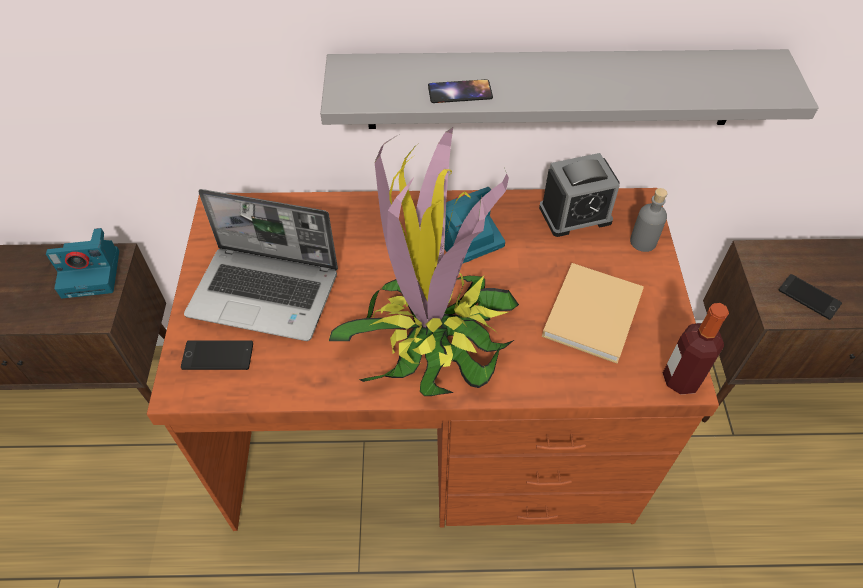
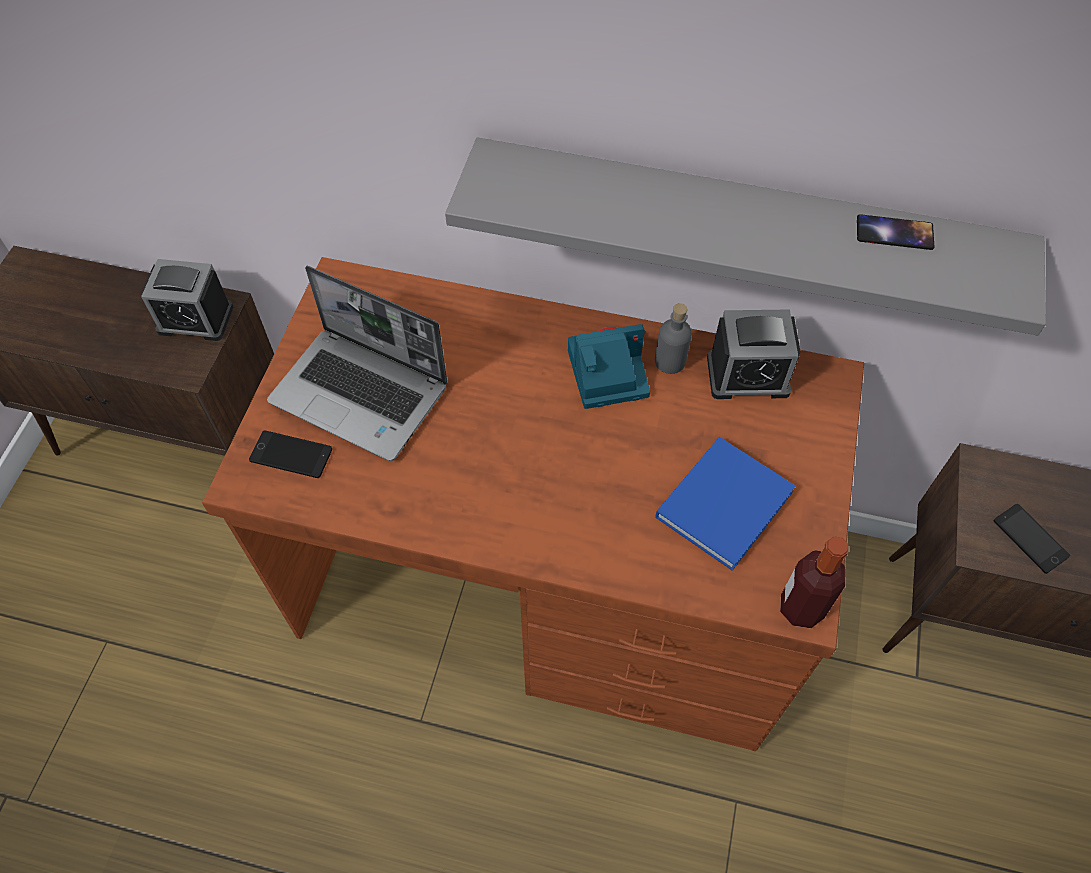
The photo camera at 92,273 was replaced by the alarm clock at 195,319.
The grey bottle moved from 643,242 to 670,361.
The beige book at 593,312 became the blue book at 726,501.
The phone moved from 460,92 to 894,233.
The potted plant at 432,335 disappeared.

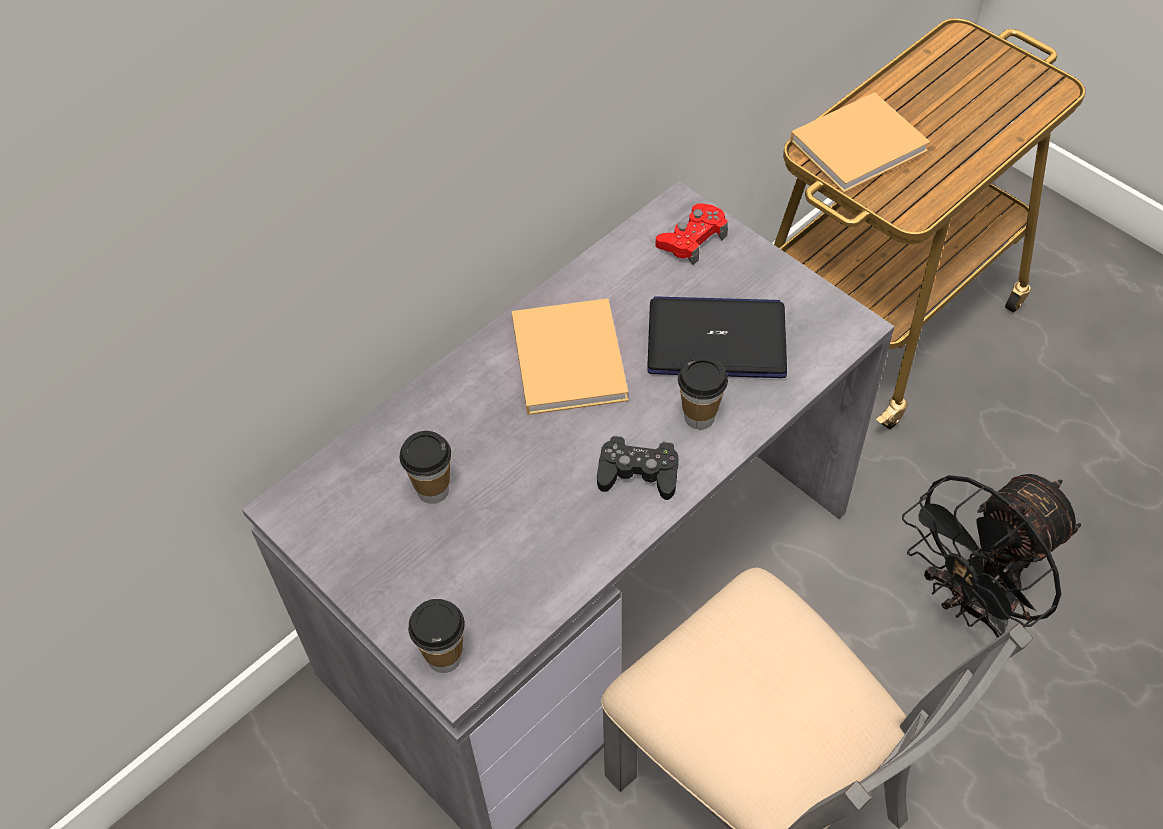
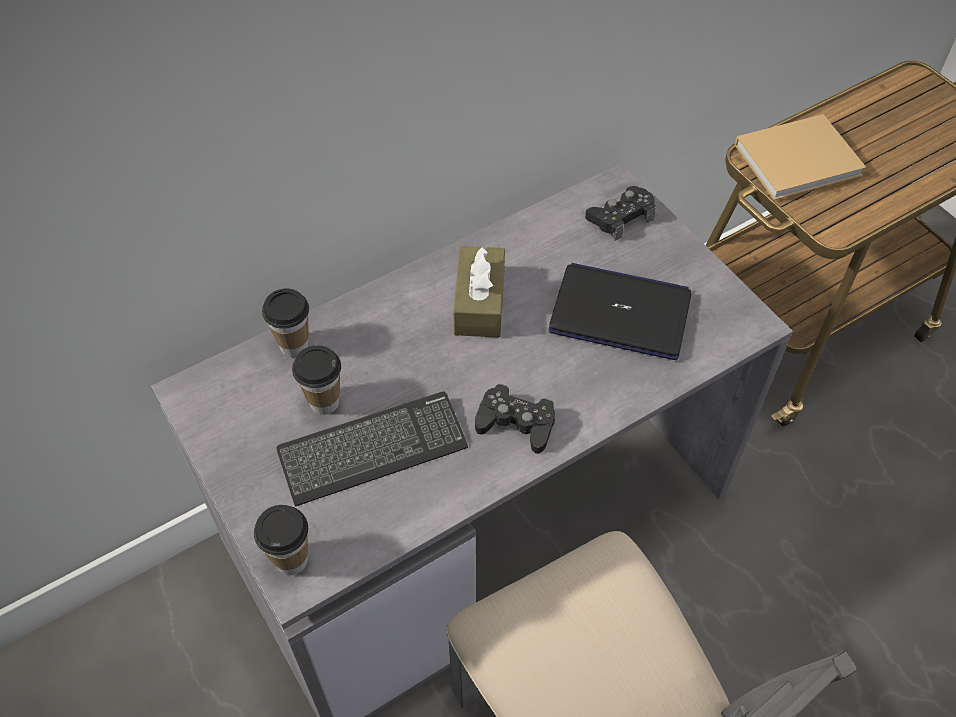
The cup moved from 699,417 to 294,345.
The keyboard at 373,450 appeared.
The beige book at 568,356 was replaced by the brown tissue box at 479,303.
The red game controller at 692,239 became the black game controller at 620,217.
The black fan at 971,605 disappeared.

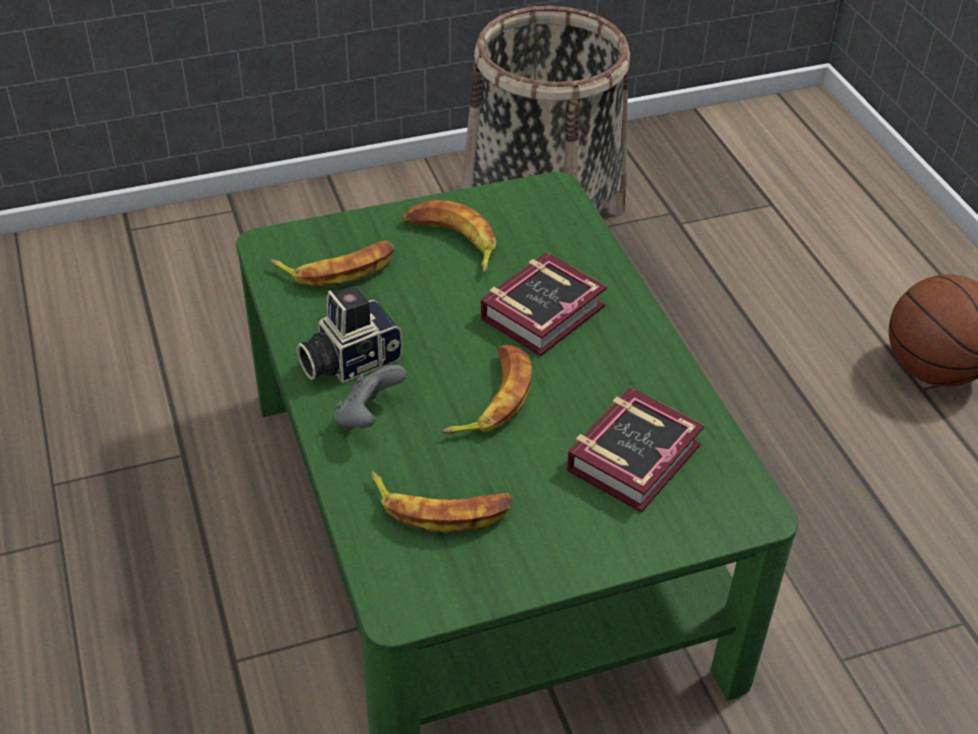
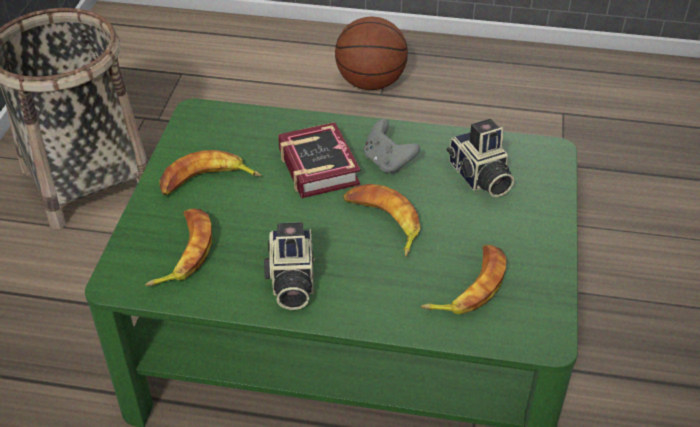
The grey game controller moved from 368,417 to 388,162.
The book at 639,456 was replaced by the photo camera at 479,178.

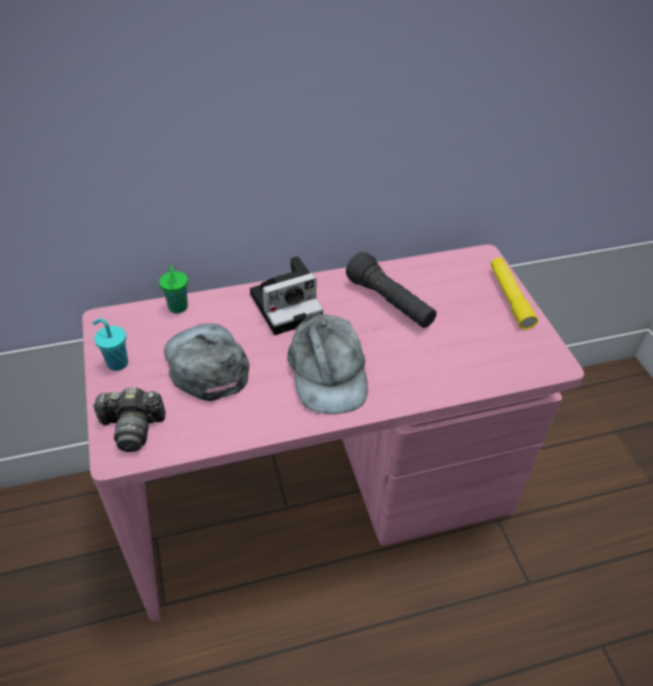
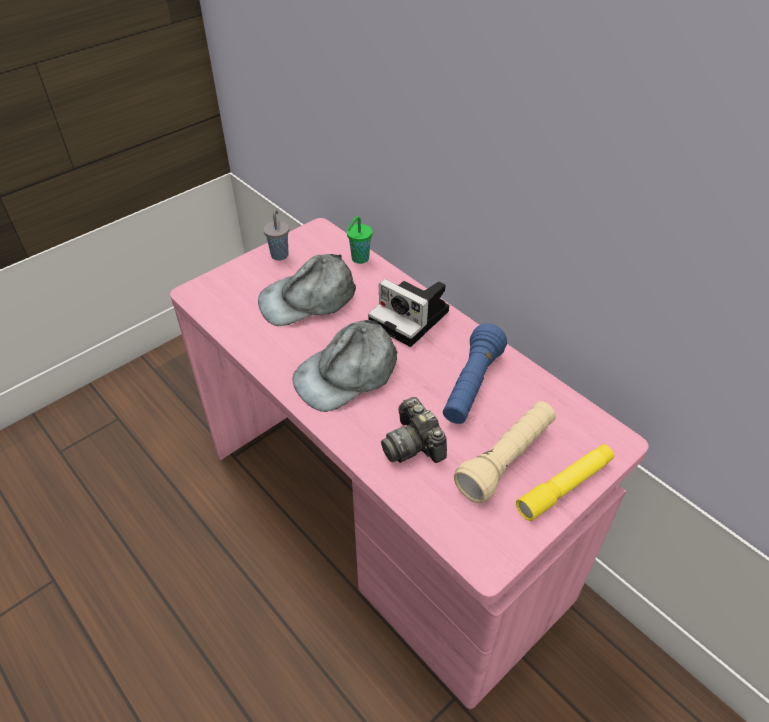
The grey cap at 206,364 turned 150 degrees counterclockwise.
The turquoise cup at 116,363 became the grey cup at 280,254.
The photo camera moved from 132,427 to 413,444.
The black flashlight at 390,303 became the blue flashlight at 471,386.
The beige flashlight at 506,459 appeared.

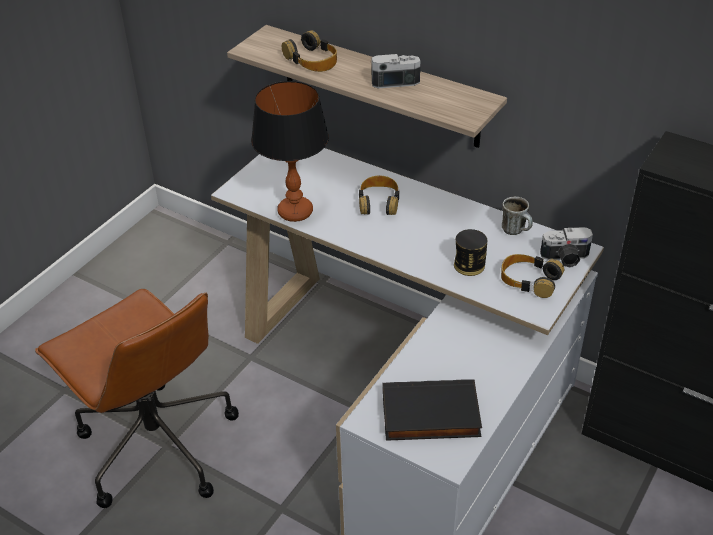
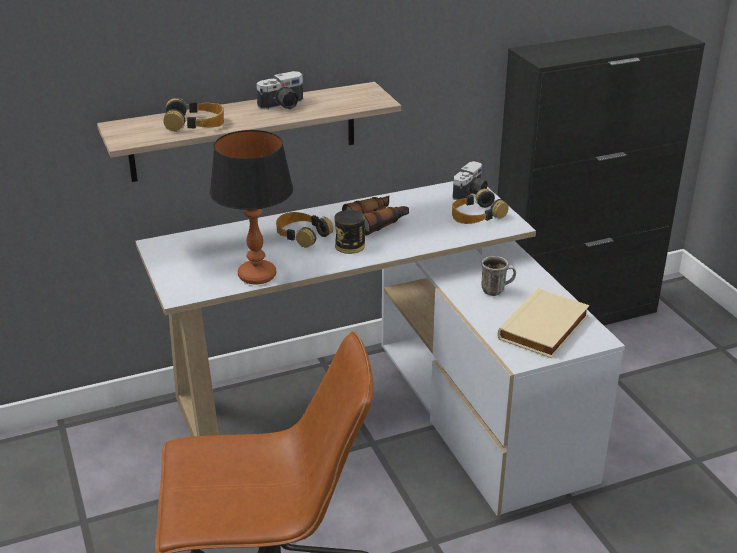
The photo camera at 394,79 turned 150 degrees counterclockwise.
The can moved from 469,265 to 350,245.
The binoculars at 377,221 appeared.
The mug moved from 516,231 to 496,290.
The black book at 430,416 became the beige book at 545,328.

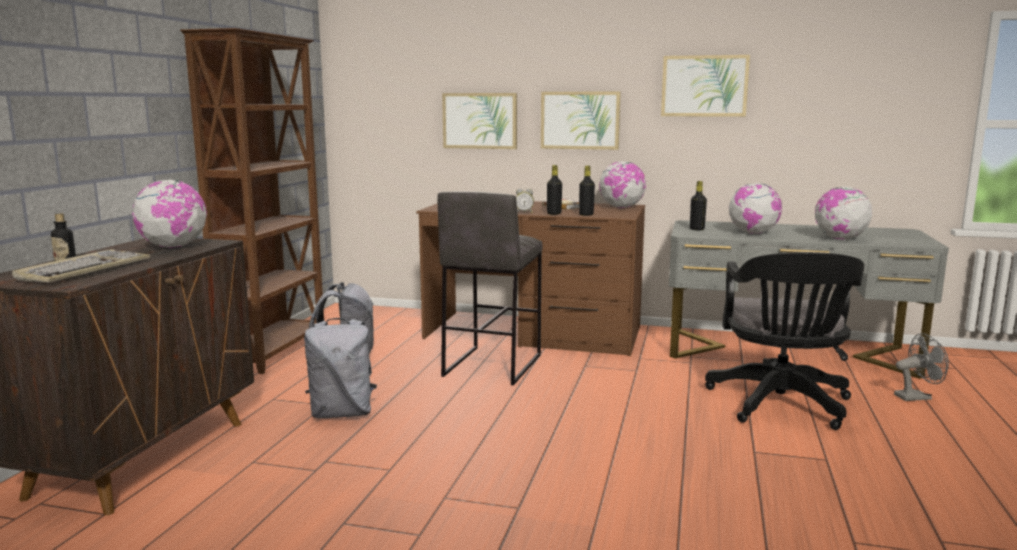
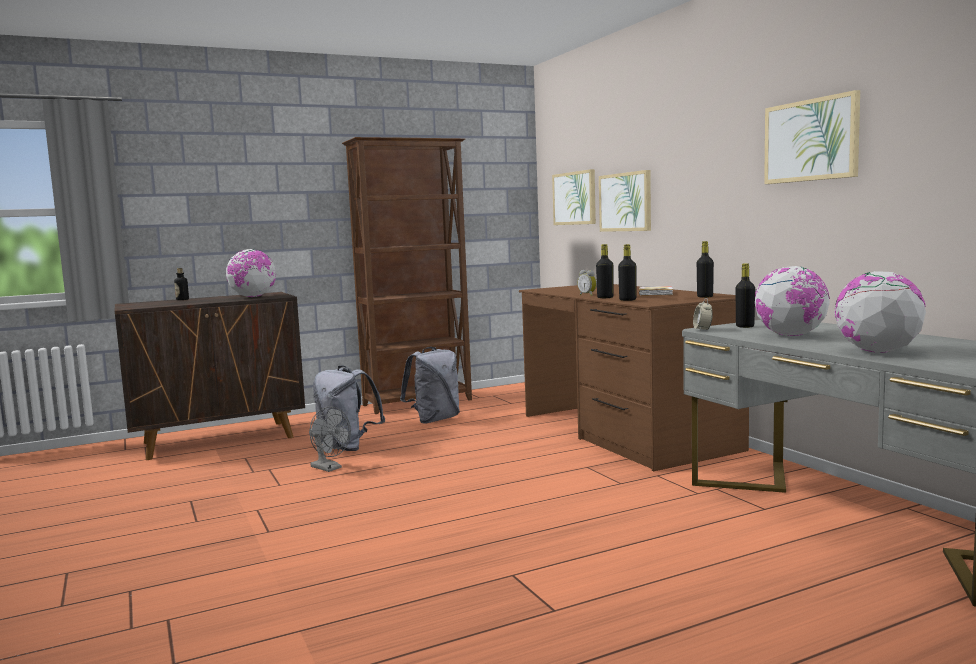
The grey fan moved from 917,397 to 329,468.
The picture moved from 580,120 to 574,198.
The alarm clock at 702,330 appeared.
The globe at 621,207 was replaced by the black bottle at 705,297.
The keyboard at 84,270 disappeared.
The grey stool at 491,365 disappeared.
The black office chair at 781,405 disappeared.

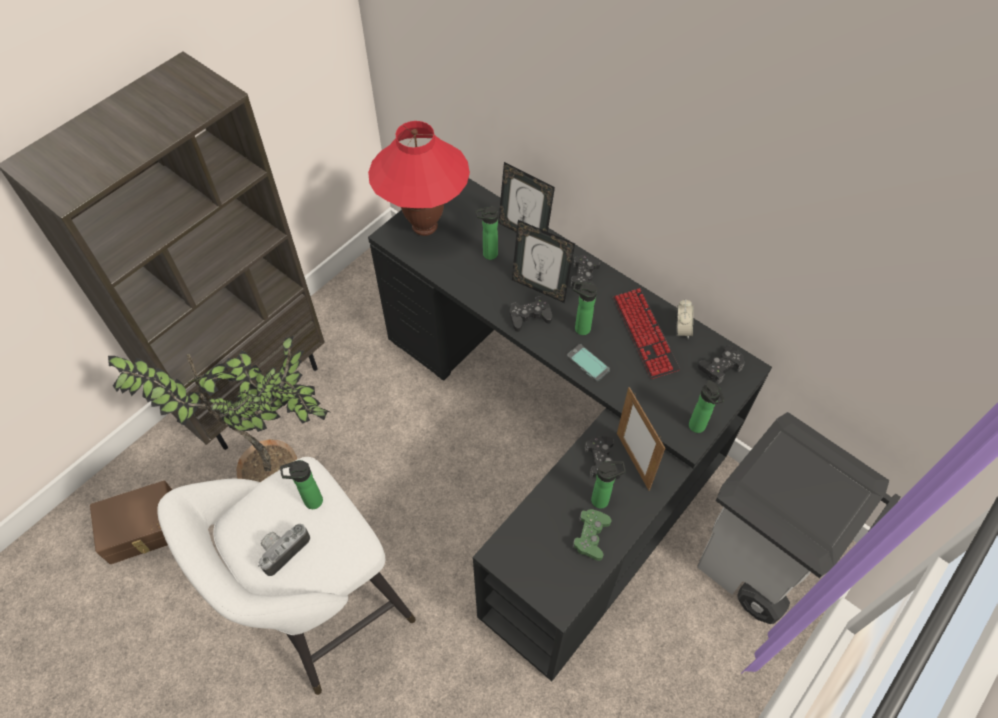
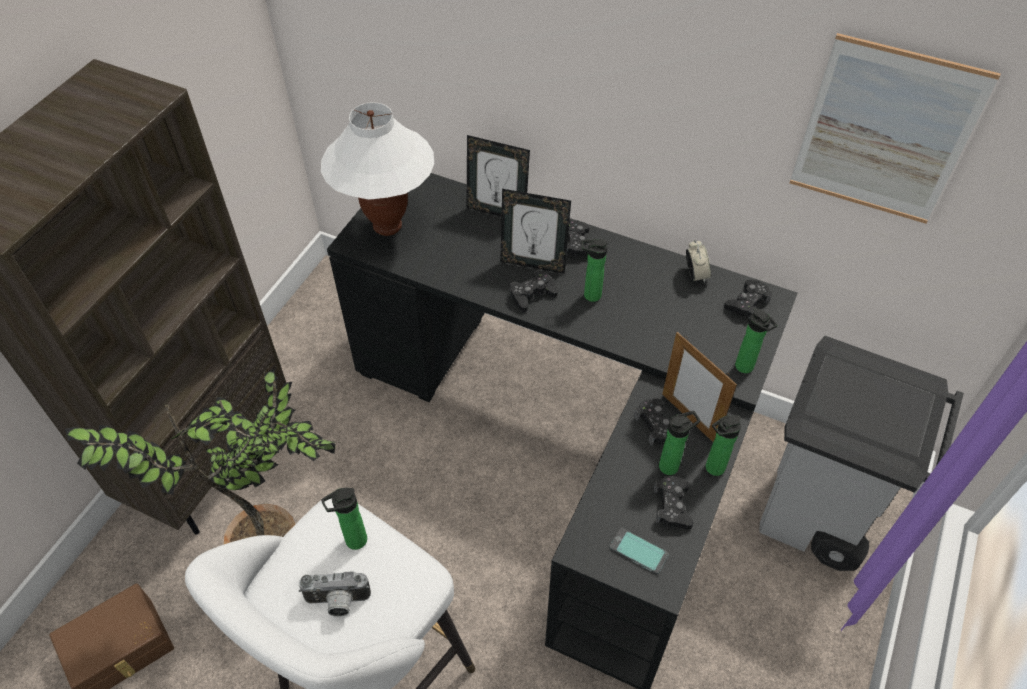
The photo camera at 283,550 turned 120 degrees counterclockwise.
The red table lamp at 425,227 became the white table lamp at 388,226.
The phone moved from 587,363 to 638,551.
The green game controller at 591,536 became the black game controller at 672,506.
The bottle moved from 487,254 to 712,469.
The picture at 884,132 appeared.
The keyboard at 645,333 disappeared.

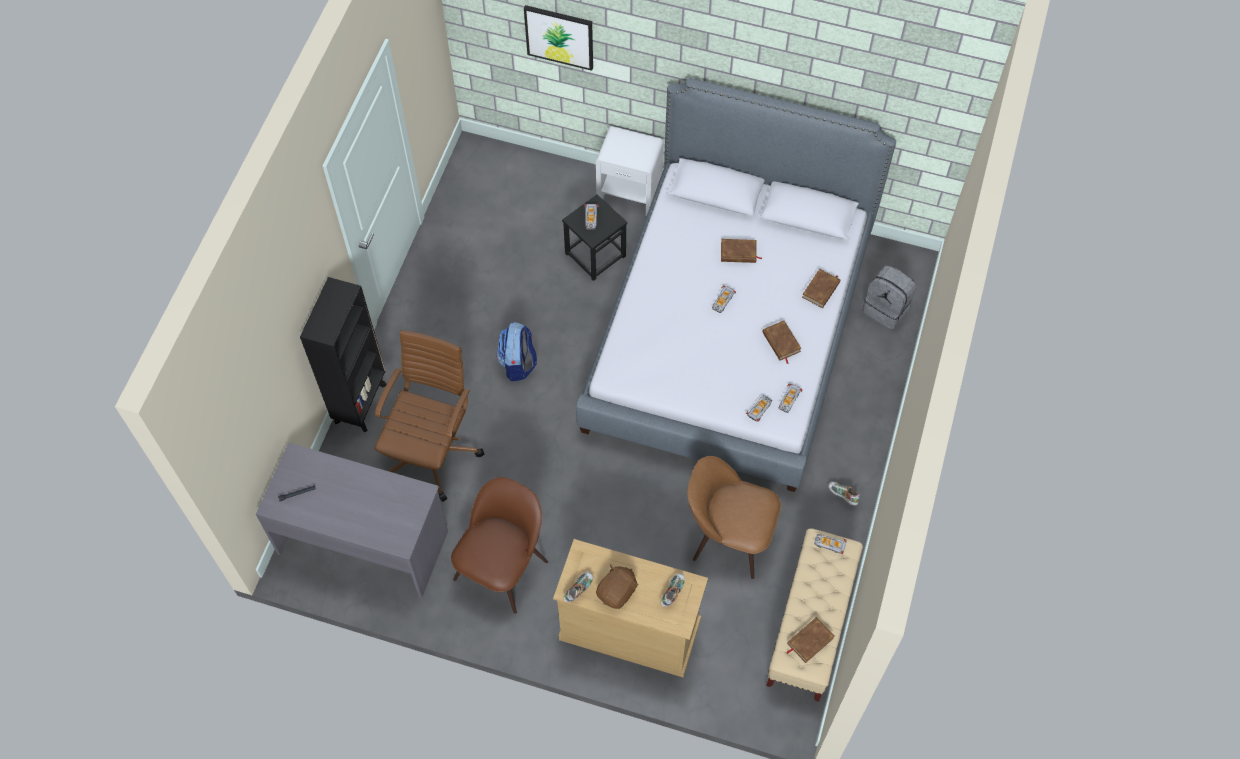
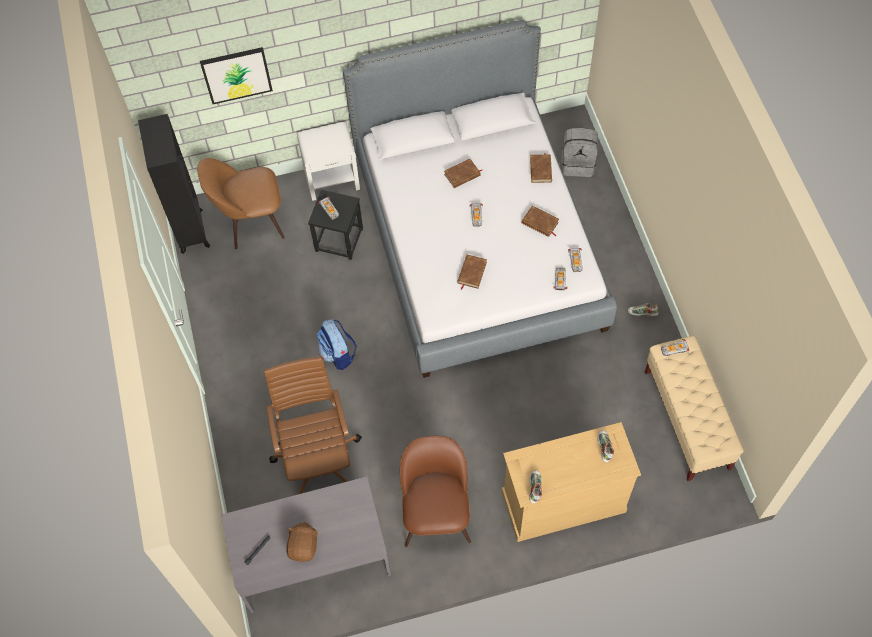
The black bookcase moved from 361,402 to 192,230.
The brown chair moved from 728,536 to 251,220.
The brown plush toy moved from 617,592 to 304,546.
The brown book moved from 810,640 to 471,273.

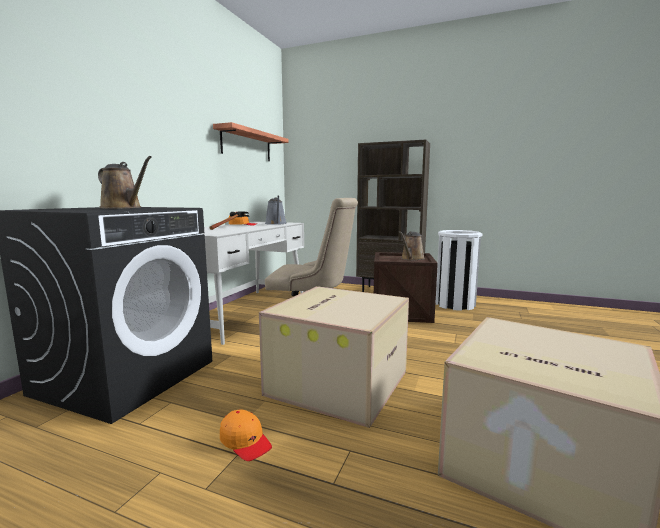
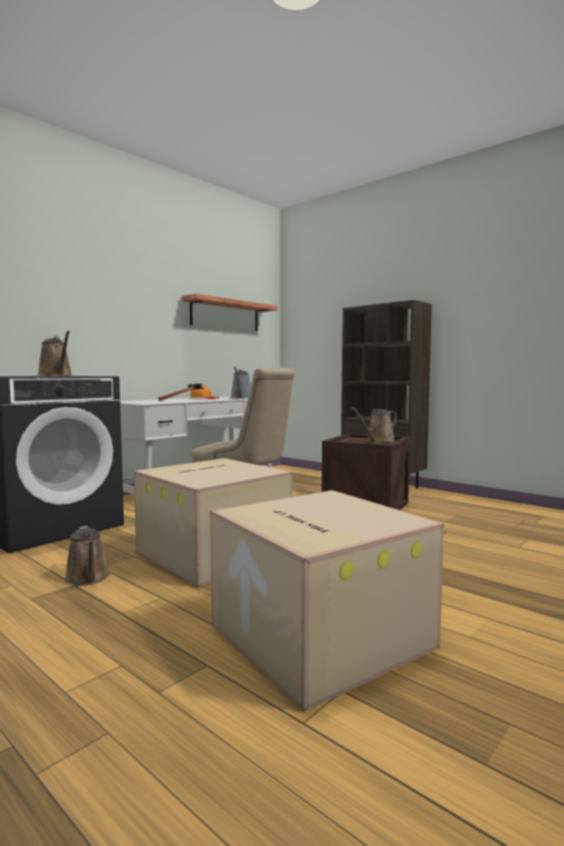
The orange cap at 245,441 was replaced by the brown watering can at 88,578.
The white trash can at 455,304 disappeared.

